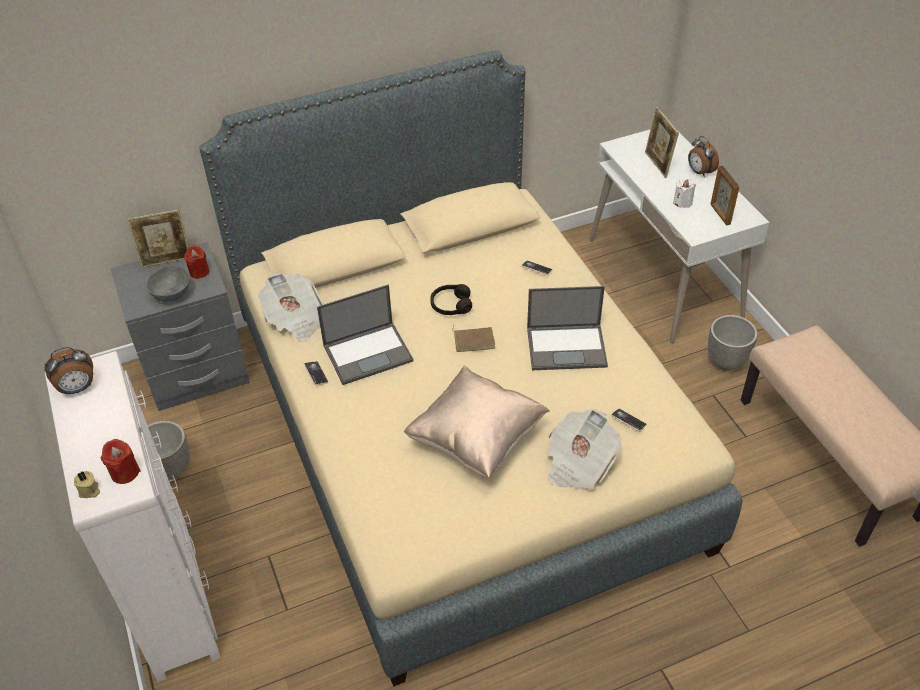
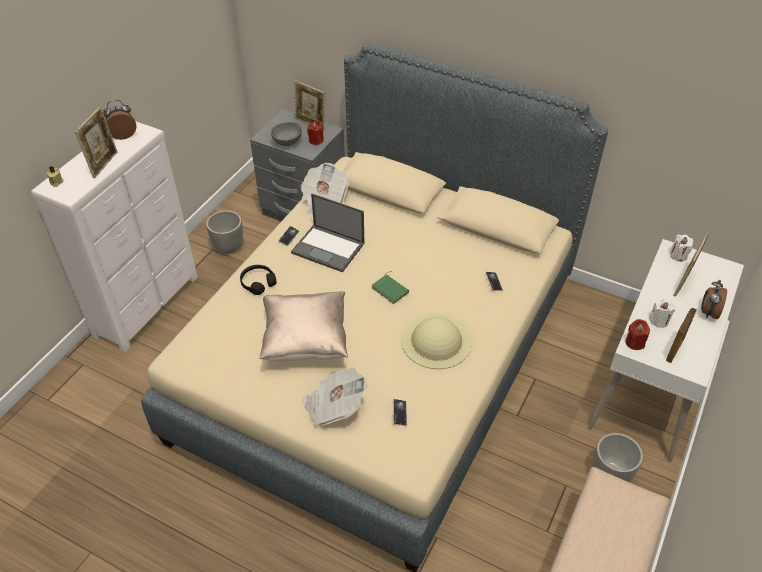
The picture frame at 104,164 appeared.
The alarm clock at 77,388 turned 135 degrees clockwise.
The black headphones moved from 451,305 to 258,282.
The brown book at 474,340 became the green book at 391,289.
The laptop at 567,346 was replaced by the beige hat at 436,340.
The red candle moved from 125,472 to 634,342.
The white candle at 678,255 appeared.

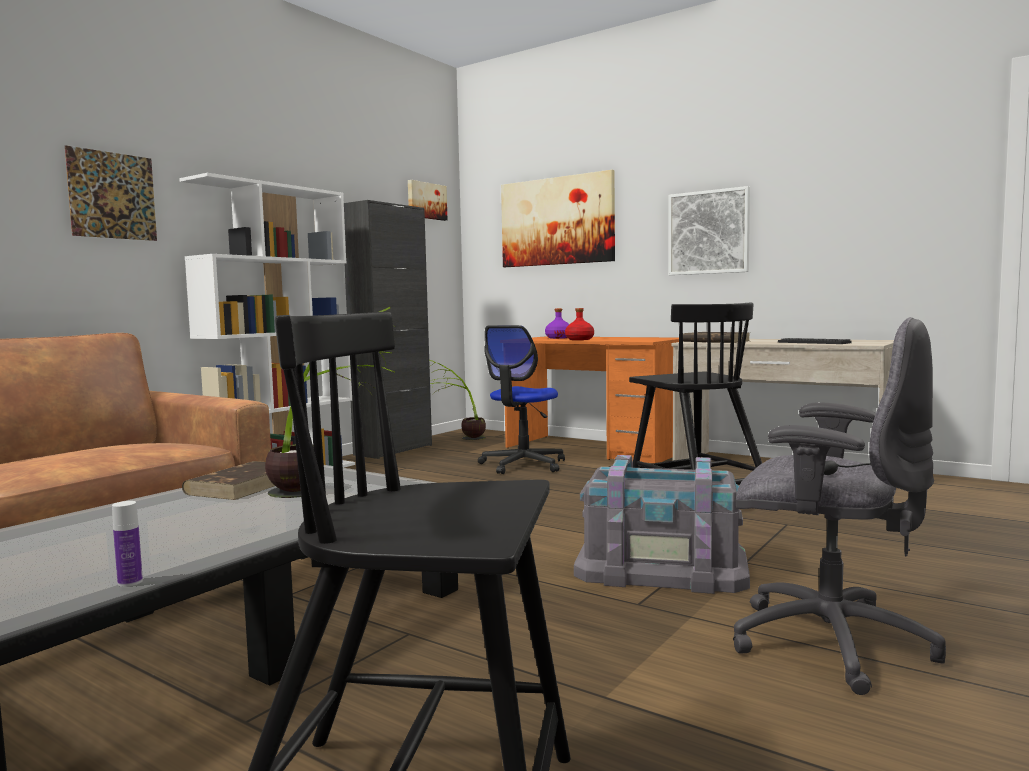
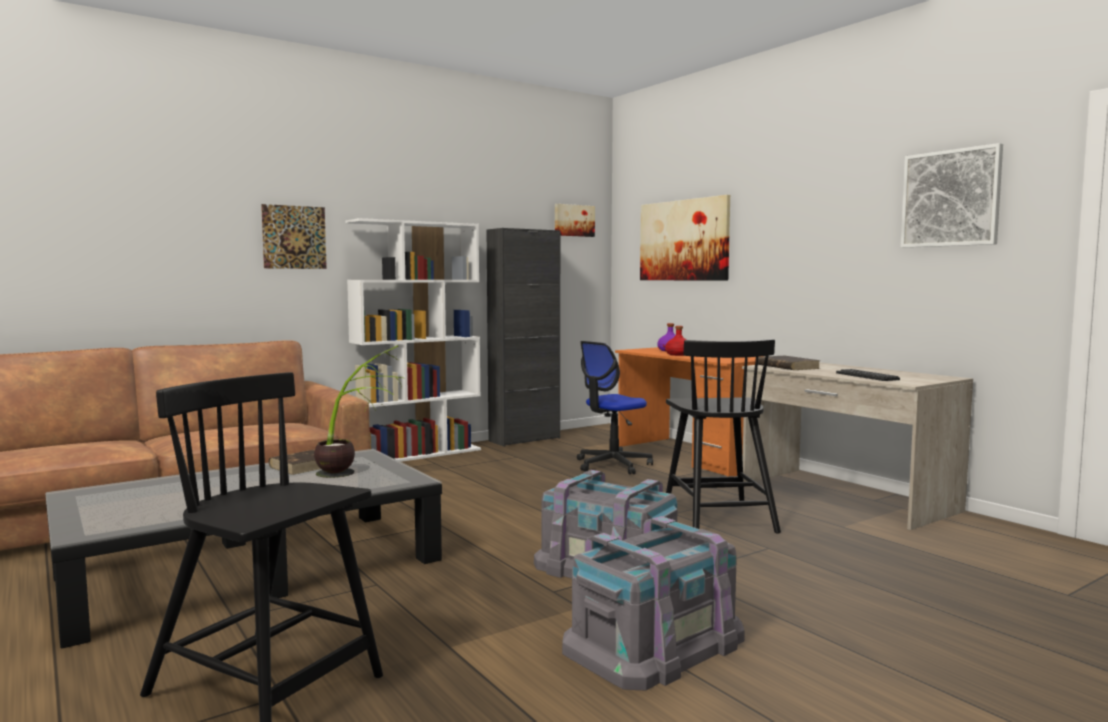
The grey office chair at 826,642 was replaced by the grey storage box at 655,643.
The picture moved from 708,232 to 950,198.
The bottle at 130,582 disappeared.
The potted plant at 459,438 disappeared.

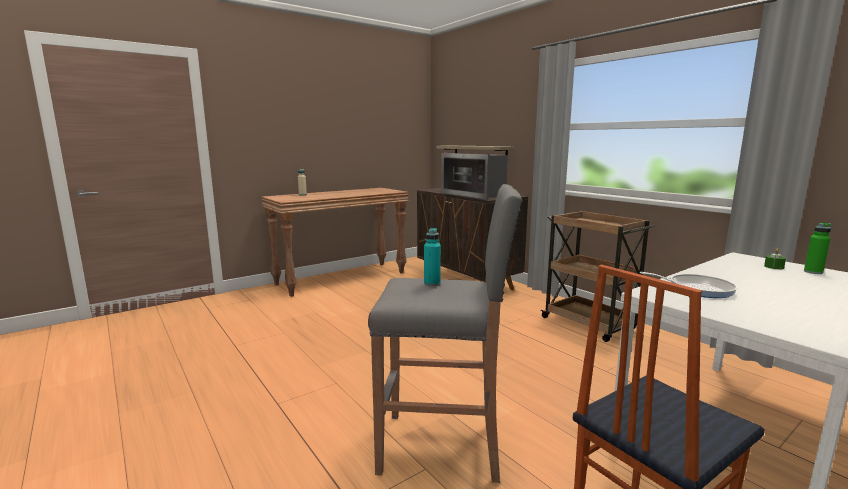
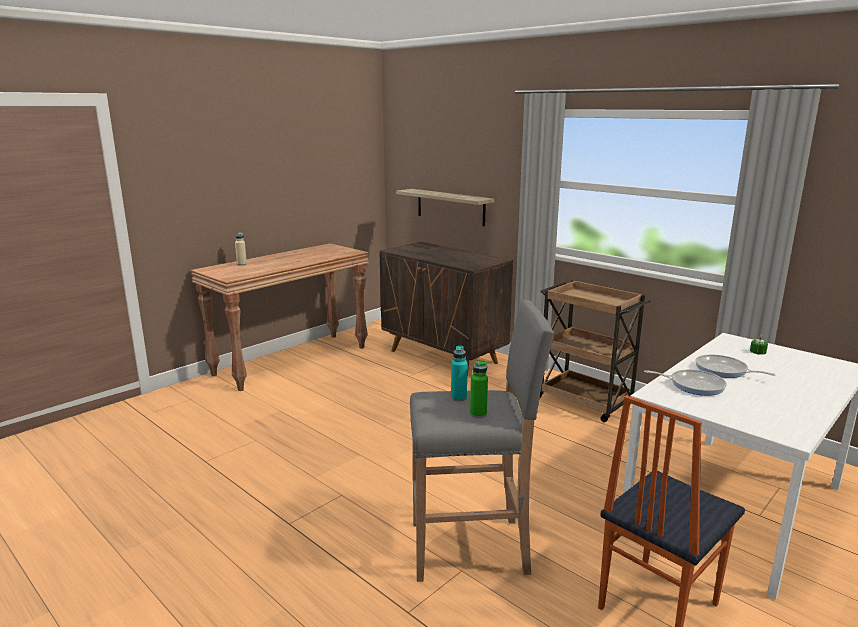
The green bottle moved from 813,272 to 478,414.
The frying pan at 723,370 appeared.
The microwave at 475,194 disappeared.

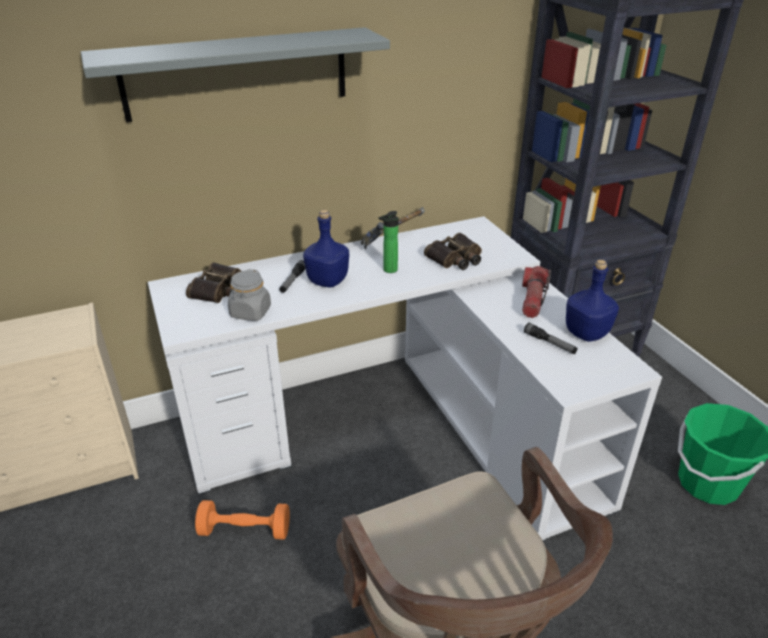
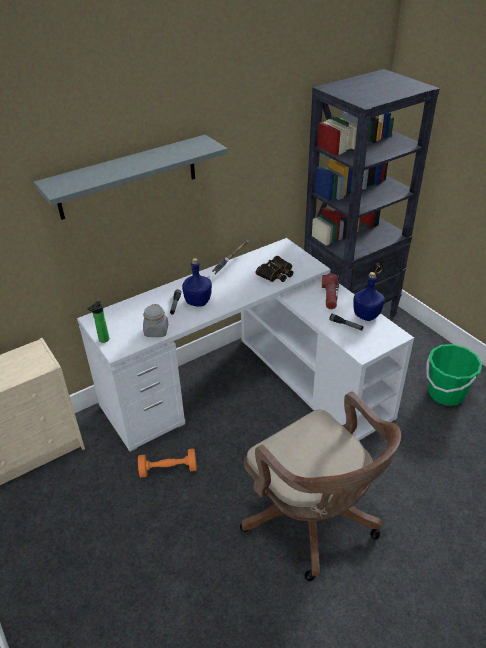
The bottle moved from 388,270 to 102,340.
The binoculars at 221,290 disappeared.

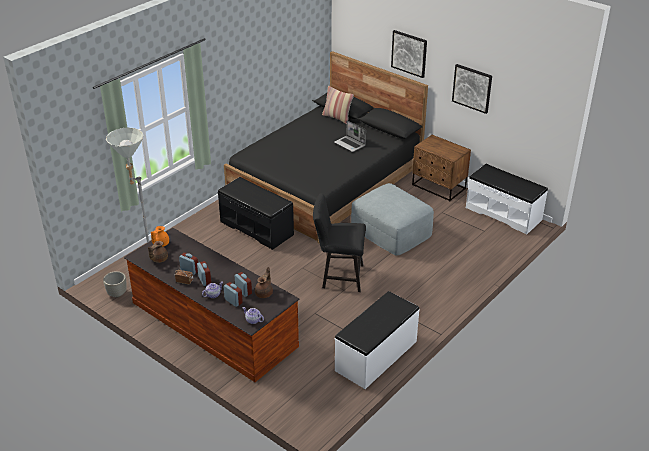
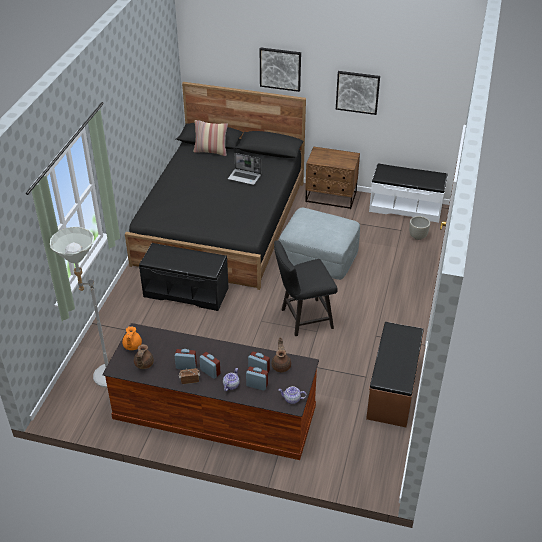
The white bench at 377,356 became the brown bench at 393,389.
The grey planter moved from 117,293 to 417,236.

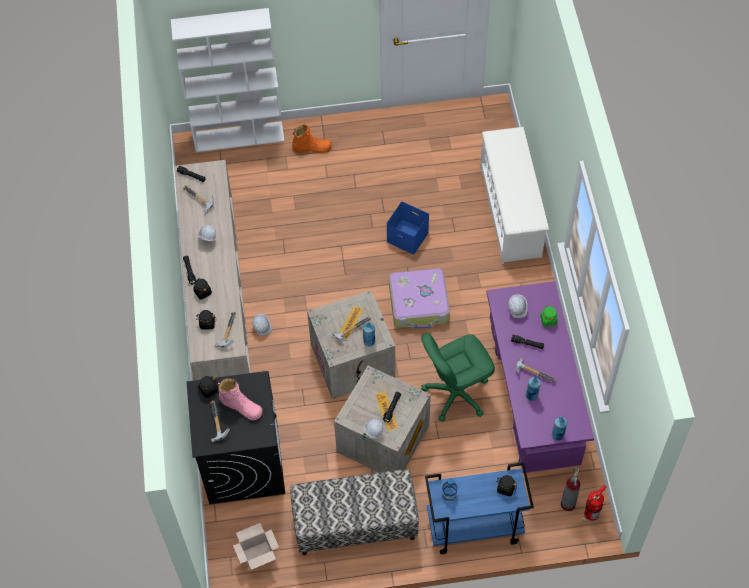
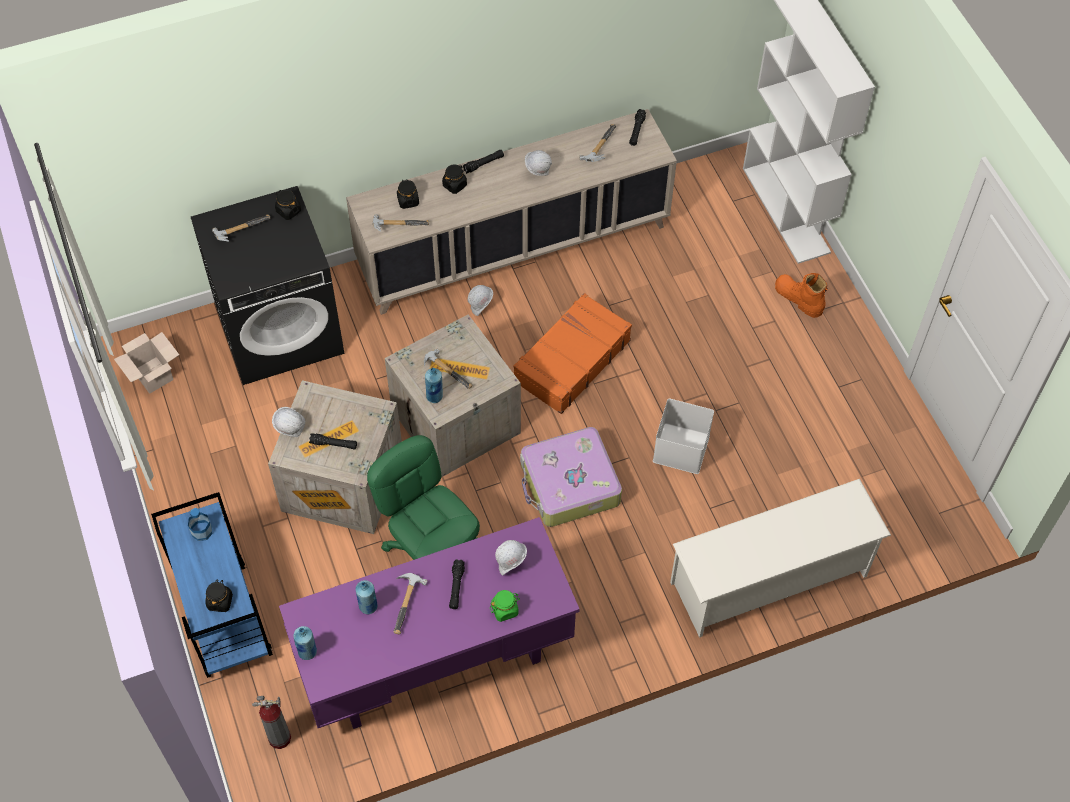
The orange suitcase at 571,361 appeared.
The blue storage box at 408,236 became the white storage box at 682,449.
The orange boot at 312,148 turned 150 degrees clockwise.
The pink boot at 241,406 disappeared.
The bench at 355,525 disappeared.
The fire extinguisher at 590,516 disappeared.

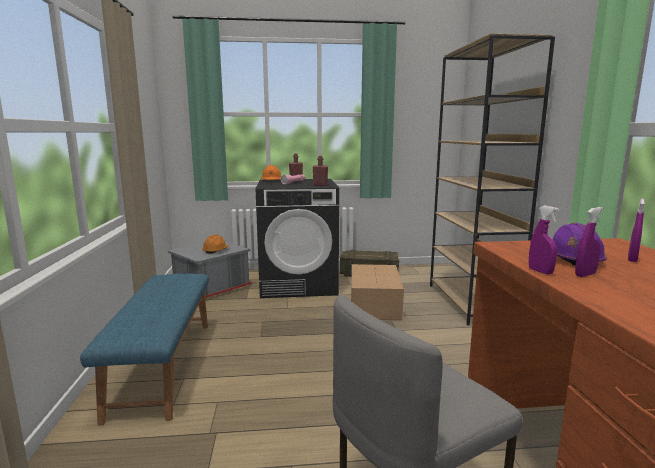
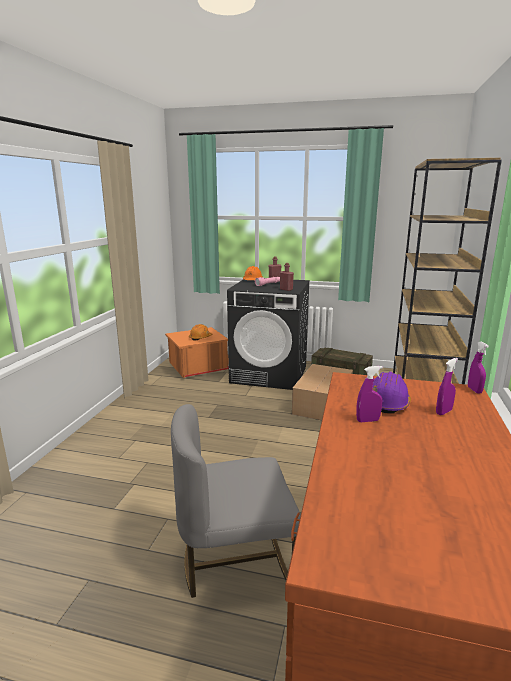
The grey storage box at 211,287 became the orange storage box at 197,367.
The purple spray bottle moved from 540,271 to 474,390.
The blue bench at 162,365 disappeared.

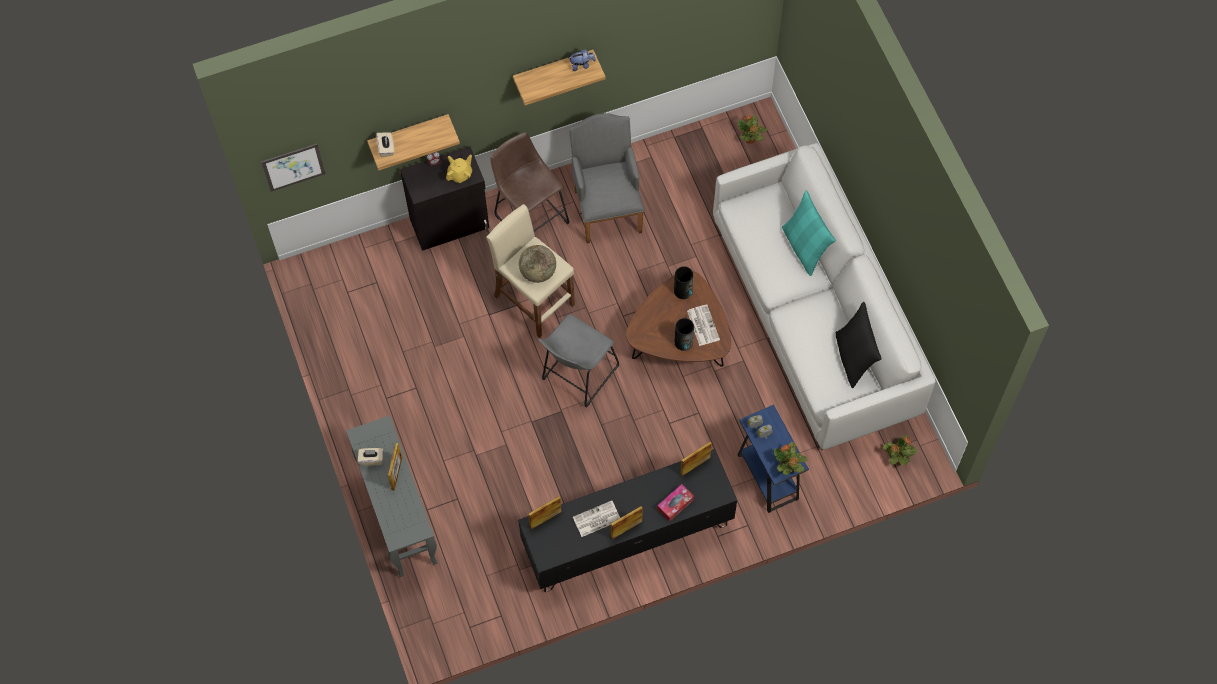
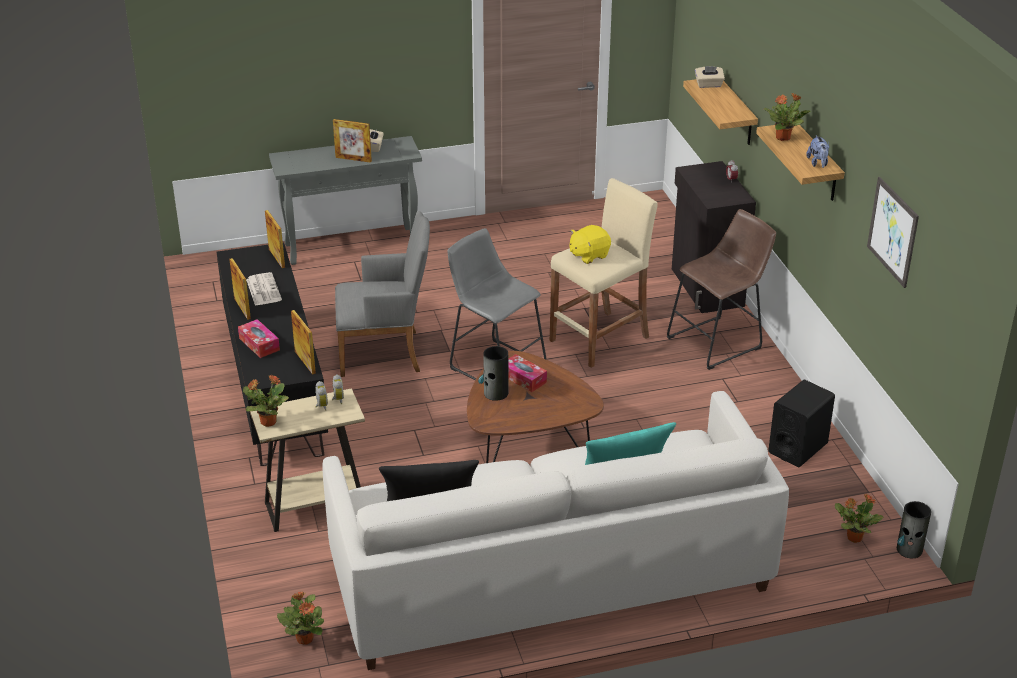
The blue side table at 767,477 became the beige side table at 315,507.
The grey armchair moved from 607,206 to 386,353.
The tissue box at 523,378 appeared.
The globe at 538,272 was replaced by the yellow plush toy at 588,255.
The potted plant at 783,137 appeared.
The black speaker at 798,448 appeared.
The picture moved from 293,167 to 892,231.
The vase moved from 683,291 to 909,549.
The yellow teapot at 460,174 disappeared.
The newspaper at 702,325 disappeared.

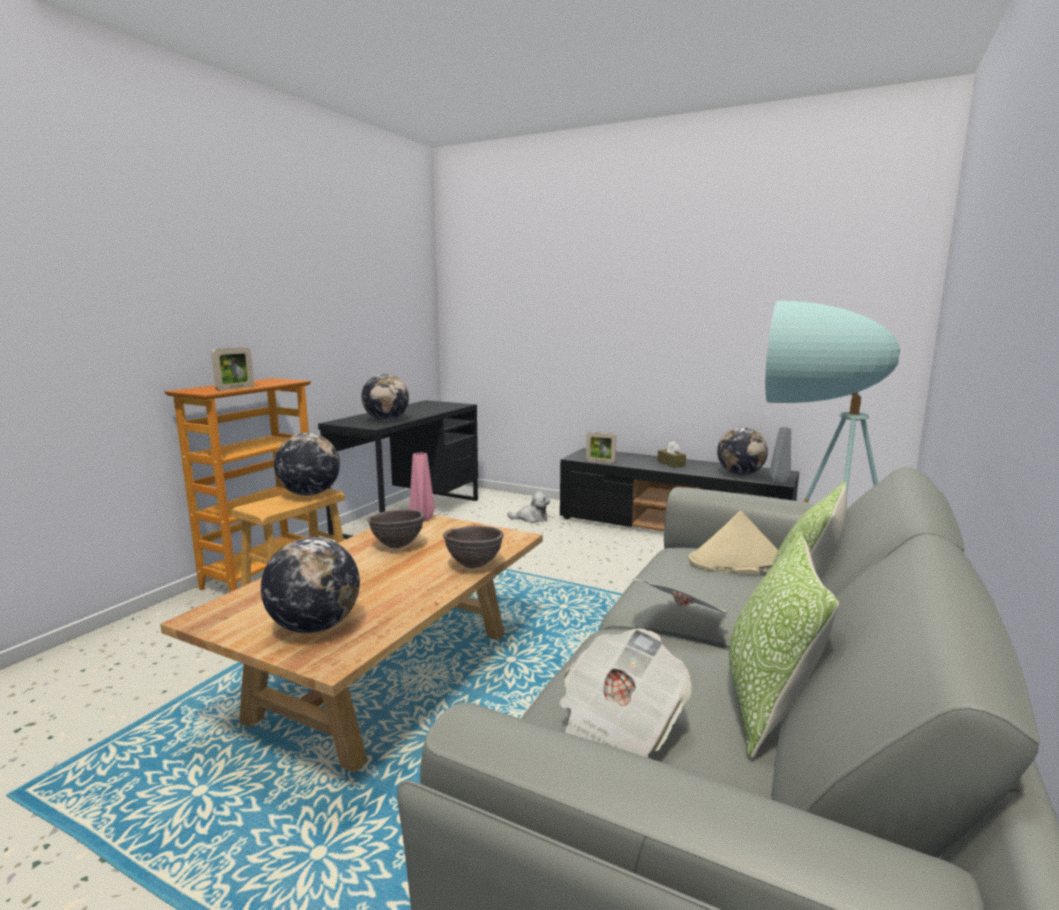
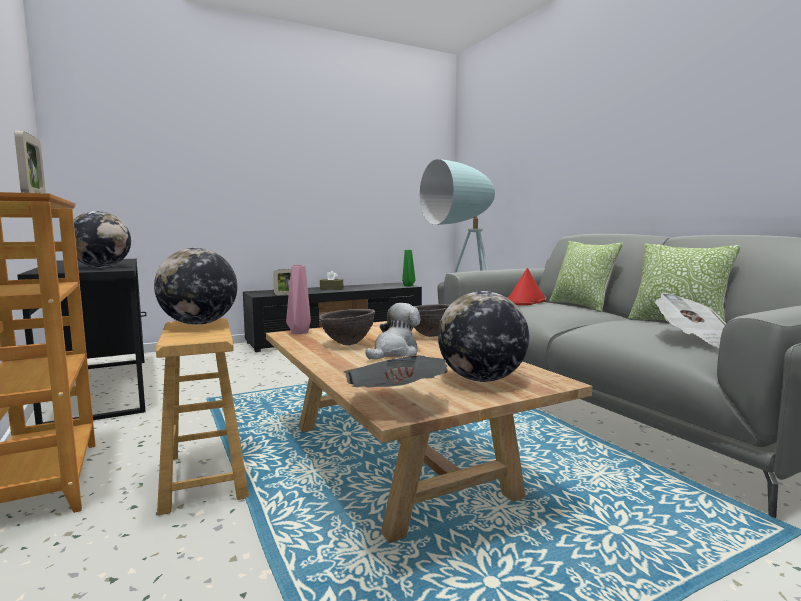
The newspaper moved from 683,621 to 396,402.
The plush toy moved from 531,519 to 394,352.
The grey vase at 779,481 became the green vase at 408,286.
The beige hat at 737,562 became the red hat at 526,301.
The globe at 740,474 disappeared.

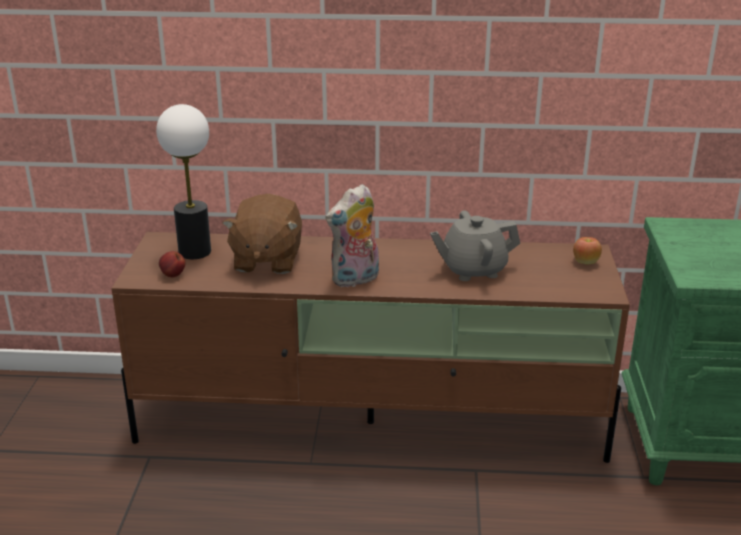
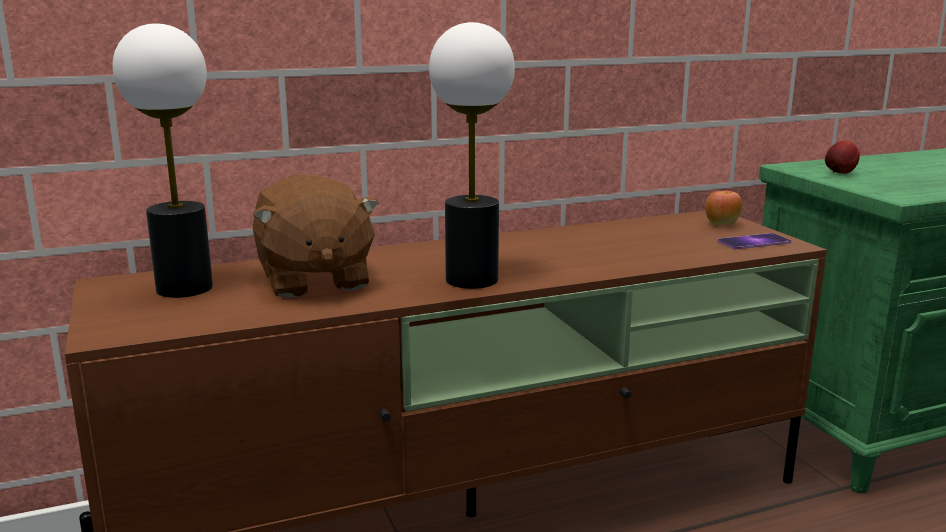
The plush toy at 355,280 was replaced by the table lamp at 471,279.
The phone at 754,242 appeared.
The apple moved from 172,275 to 840,173.
The grey teapot at 473,270 disappeared.

